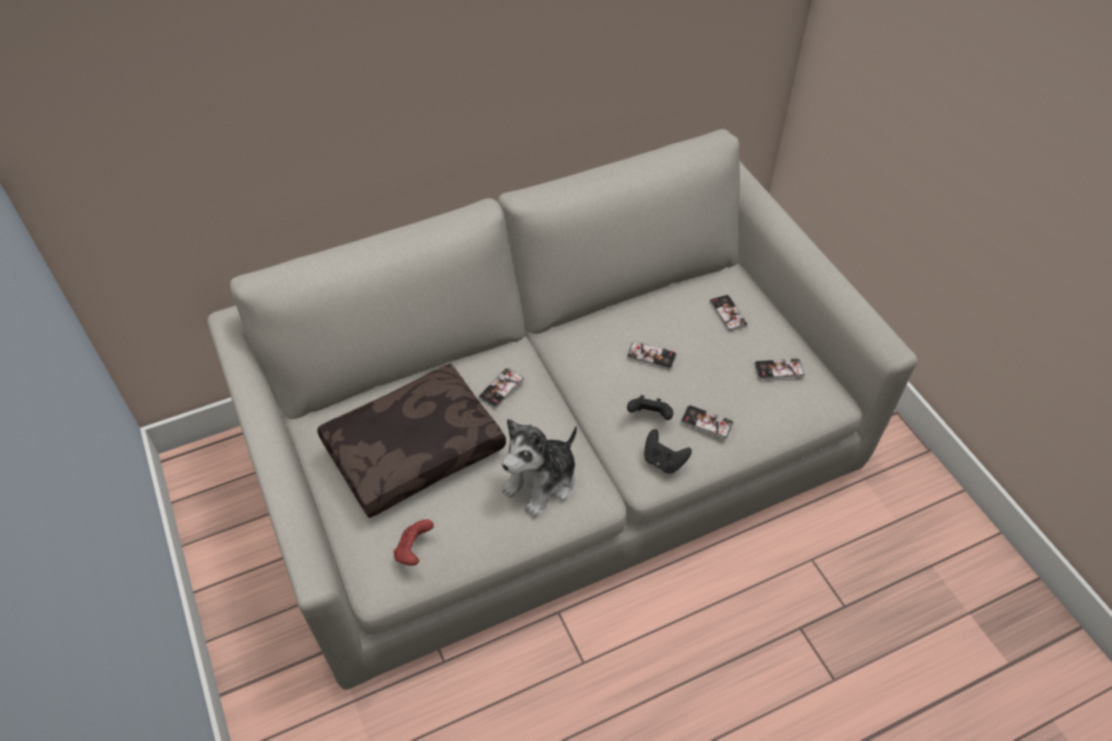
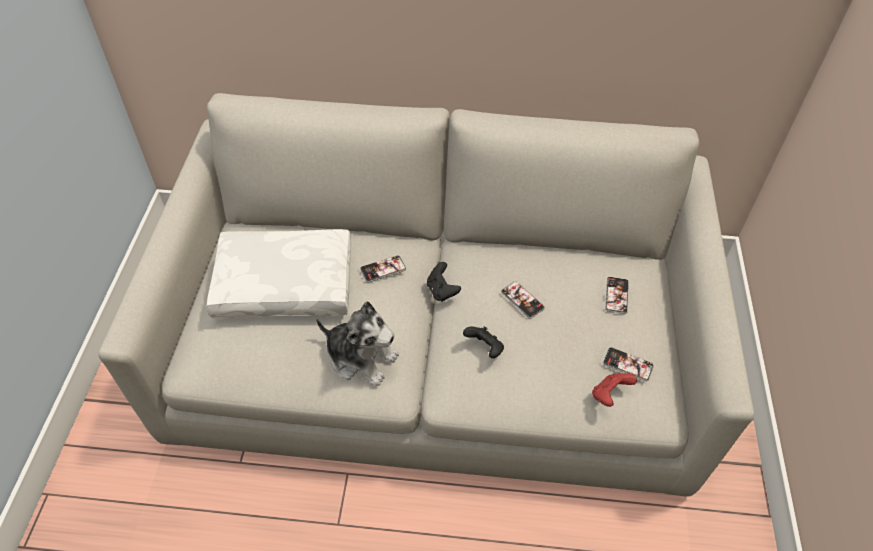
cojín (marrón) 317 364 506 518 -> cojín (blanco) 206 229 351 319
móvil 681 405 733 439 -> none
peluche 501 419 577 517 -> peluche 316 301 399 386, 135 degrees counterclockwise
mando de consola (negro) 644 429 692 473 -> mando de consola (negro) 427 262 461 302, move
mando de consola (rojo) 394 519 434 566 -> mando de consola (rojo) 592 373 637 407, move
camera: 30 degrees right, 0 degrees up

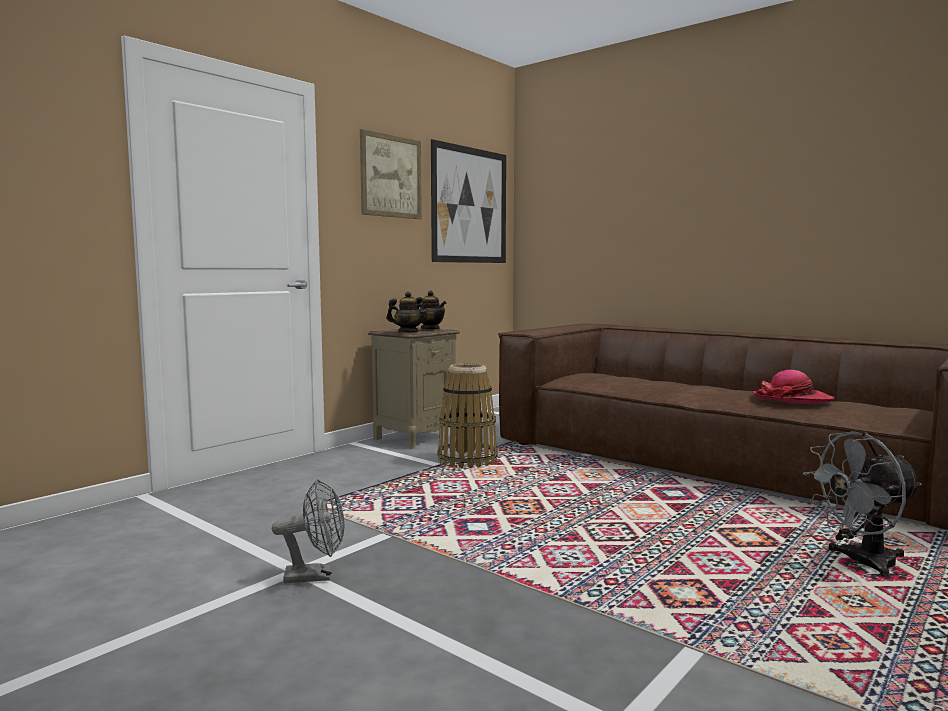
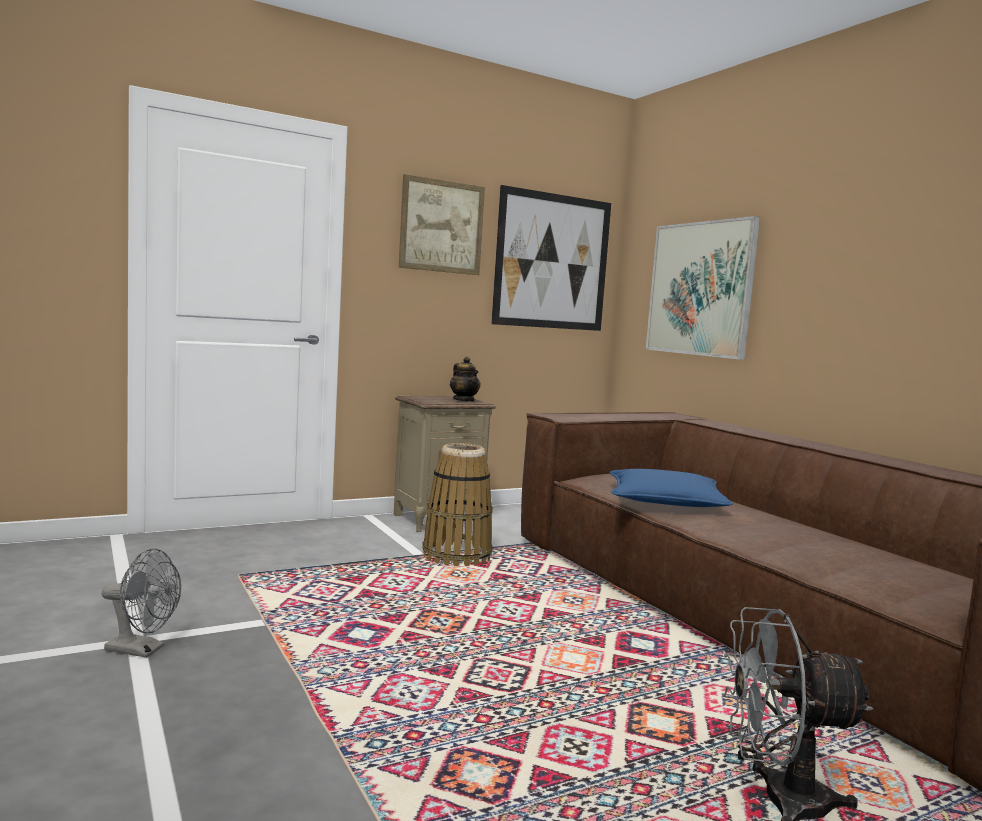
tetera 387 292 429 332 -> none
sombrero 752 370 835 404 -> none
none -> cuadro 646 216 760 360
none -> cojín (azul) 610 469 733 507
camera: 20 degrees right, 0 degrees up

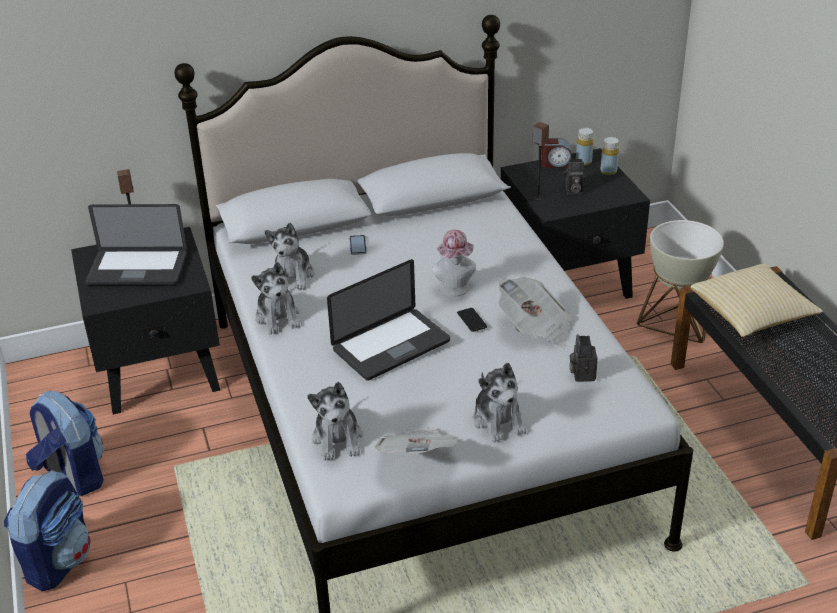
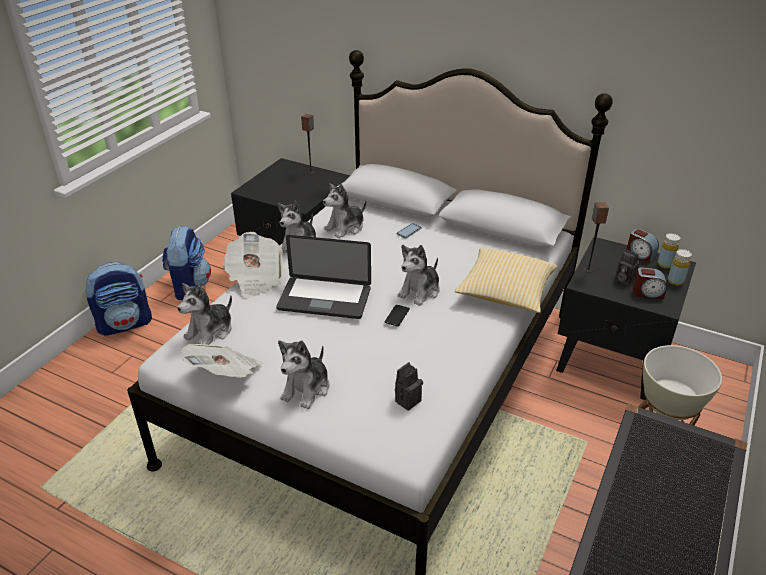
portátil 85 204 187 285 -> none
sombrero 432 230 476 297 -> peluche 398 245 440 306
cojín 690 263 823 337 -> cojín 455 248 558 313, move
periódico 499 277 571 346 -> periódico 223 232 283 298, move
none -> despertador 633 268 667 300
camera: 45 degrees right, 0 degrees up

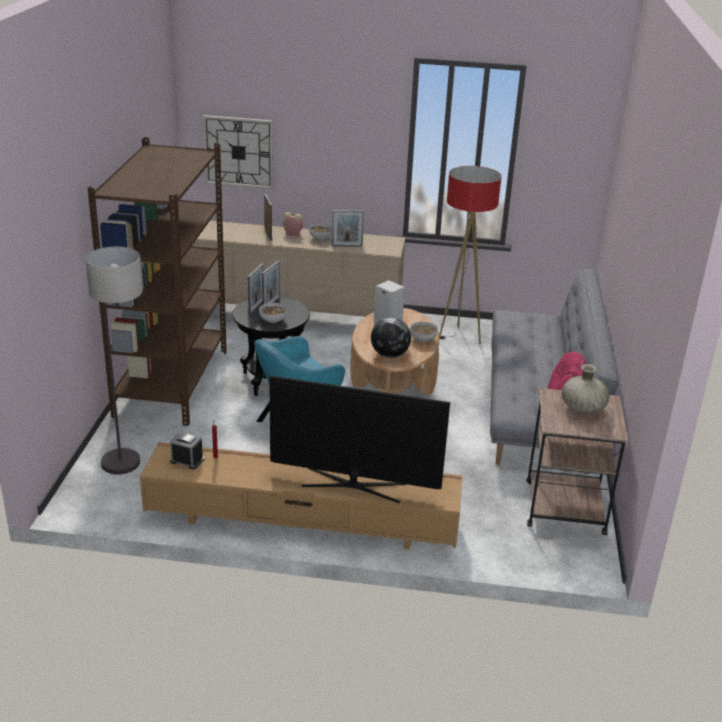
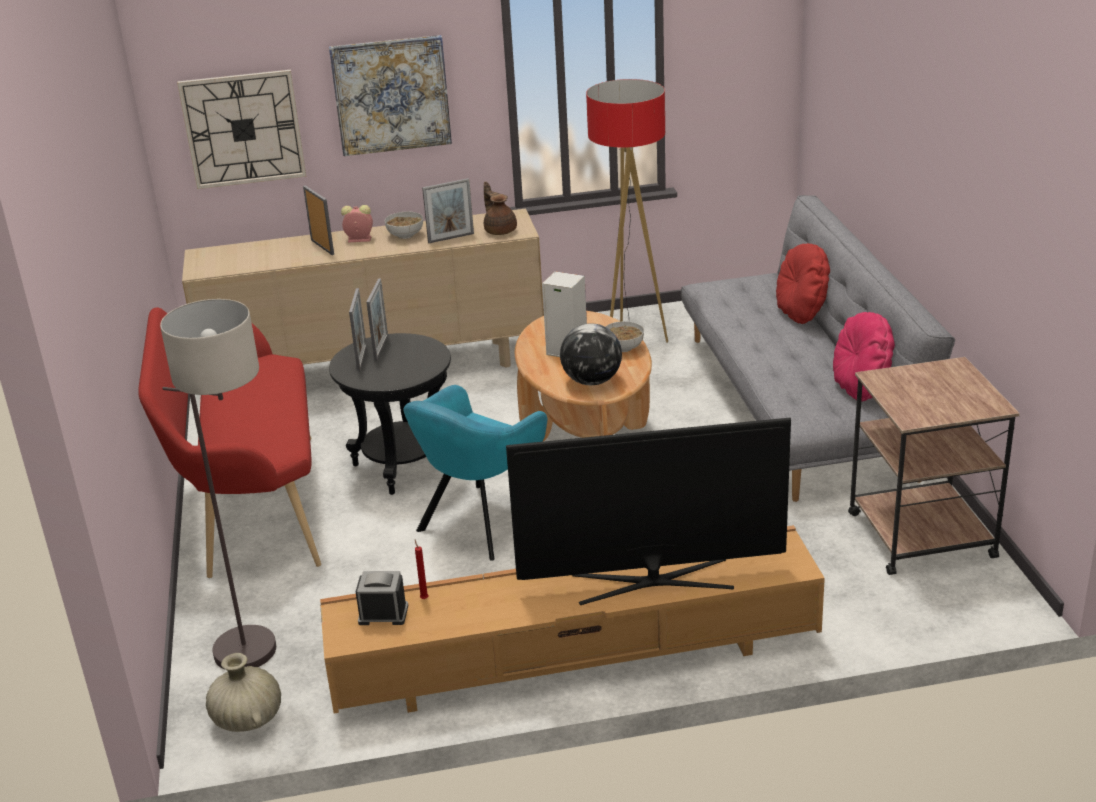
estantería (marrón) 88 137 227 426 -> banco (rojo) 138 307 321 578
cuenco 259 303 287 323 -> none
florero (beis) 562 364 609 414 -> florero (beis) 206 653 281 732, move
none -> cuadro 329 35 452 156
none -> tetera (marrón) 484 182 517 235
none -> cojín (rojo) 776 243 830 324
camera: 15 degrees left, 0 degrees up

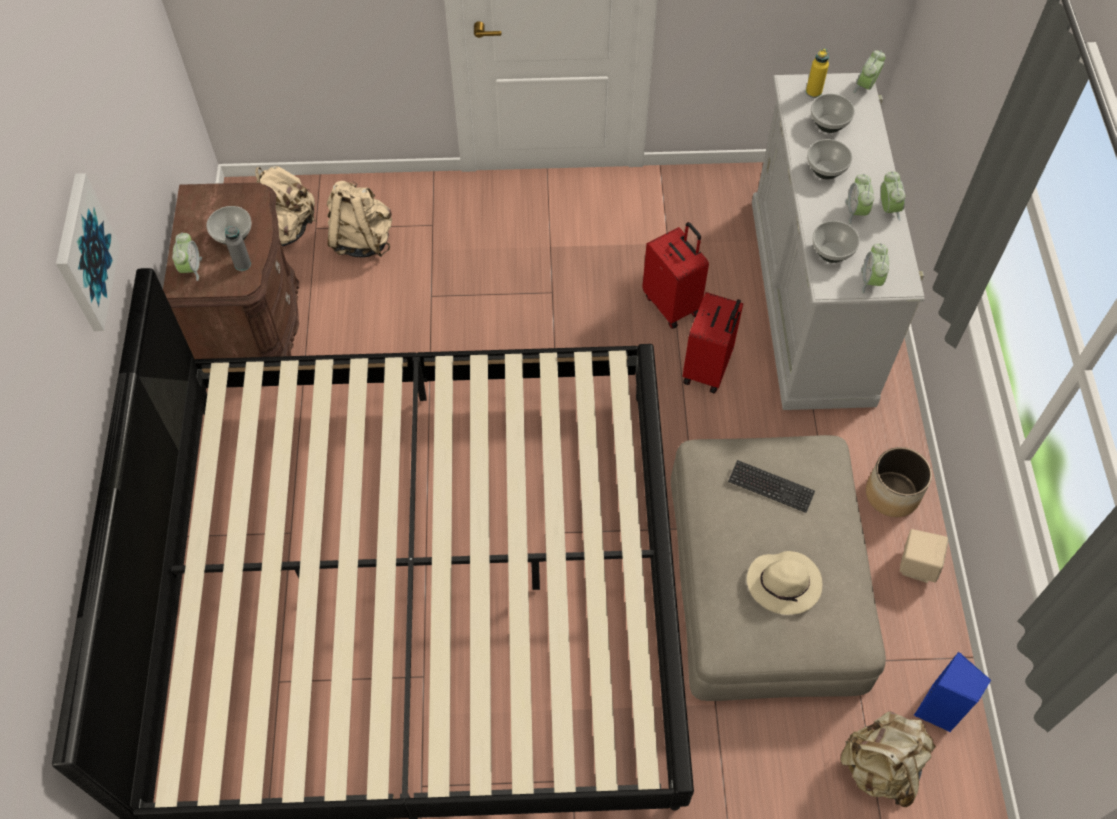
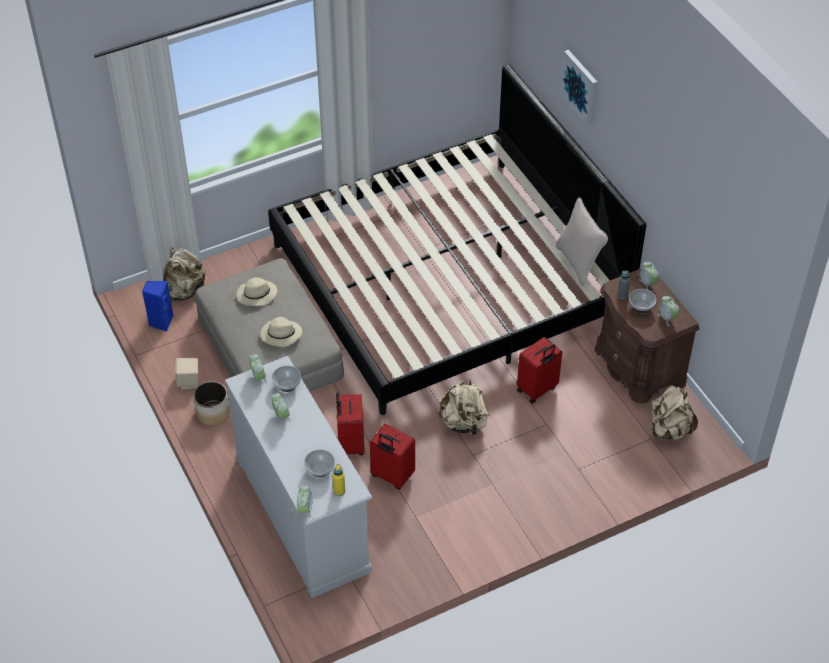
cuenco 807 139 852 179 -> none
despertador 881 171 905 221 -> despertador 658 296 679 326, move
cuadro 56 173 120 331 -> cuadro 560 50 597 126, move
mochila (beis) 327 181 392 258 -> mochila (beis) 438 378 489 436, move
teclado 728 460 815 513 -> sombrero (beis) 260 317 302 347
none -> cojín (beis) 555 197 608 286
none -> maleta (rojo) 517 337 562 404
camera: 155 degrees right, 10 degrees down

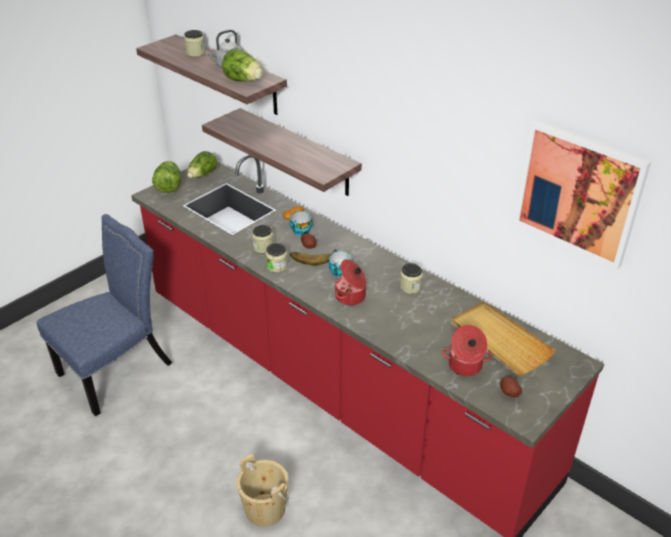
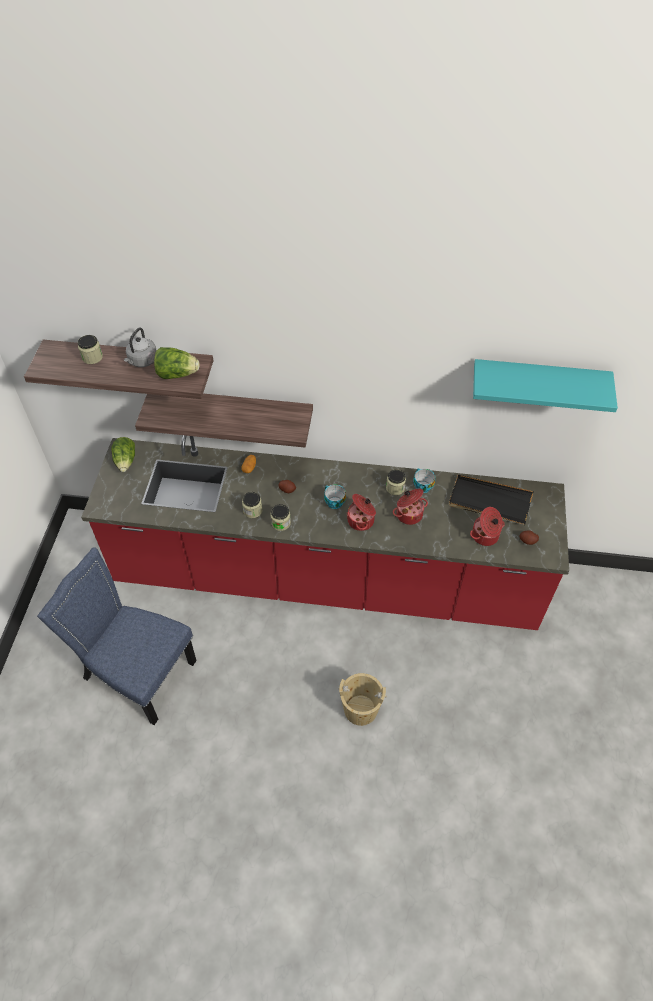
cuadro 514 120 651 270 -> estante (turquesa) 473 359 618 412
lechuga 152 161 181 193 -> none
taza 290 211 313 236 -> taza 413 468 435 493, move
silla (azul) 37 214 173 416 -> silla (azul) 37 547 196 725, 75 degrees counterclockwise
plátano 290 249 337 265 -> none
bandeja (beis) 451 301 556 376 -> bandeja (negro) 449 475 534 525
none -> olla 393 488 428 525
camera: 35 degrees left, 15 degrees up

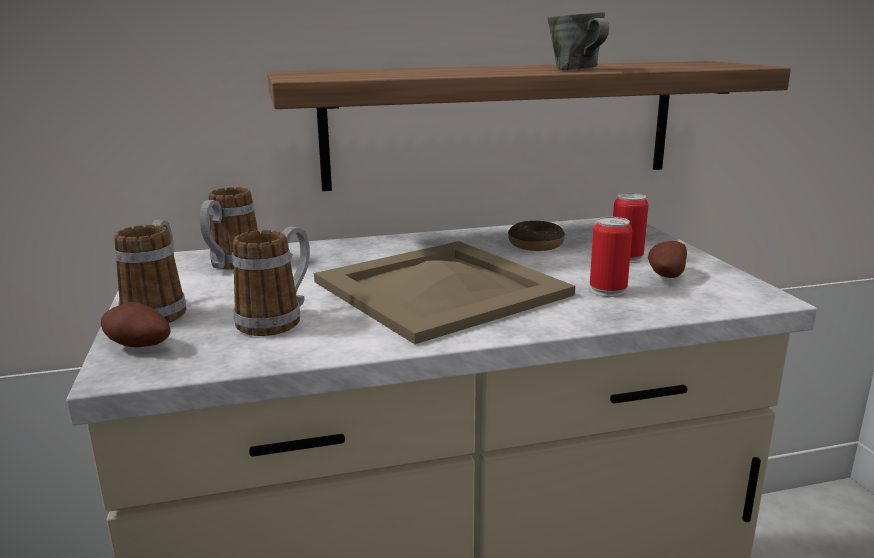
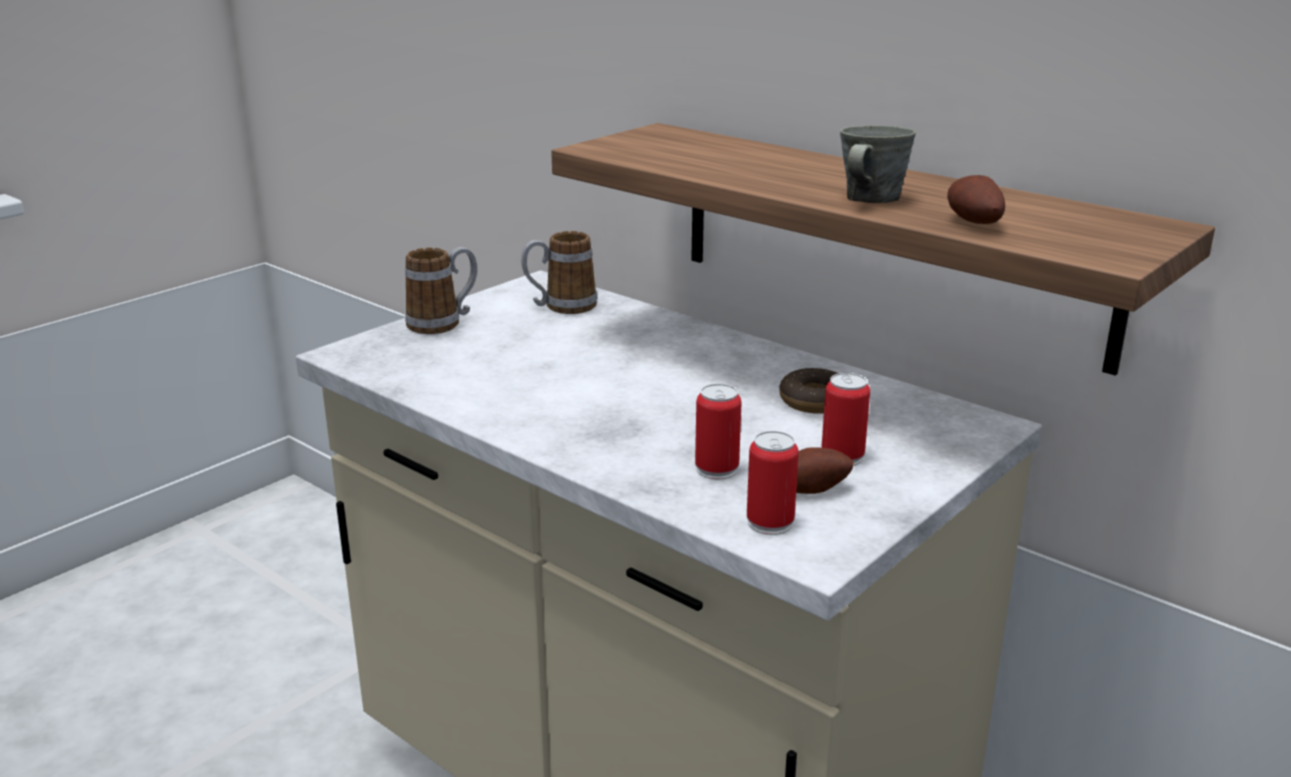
taza grande 232 226 310 336 -> none
bandeja (beis) 314 241 575 344 -> none
patata 101 302 171 347 -> patata 947 175 1005 224, move
none -> lata 747 431 799 535
camera: 55 degrees right, 5 degrees up

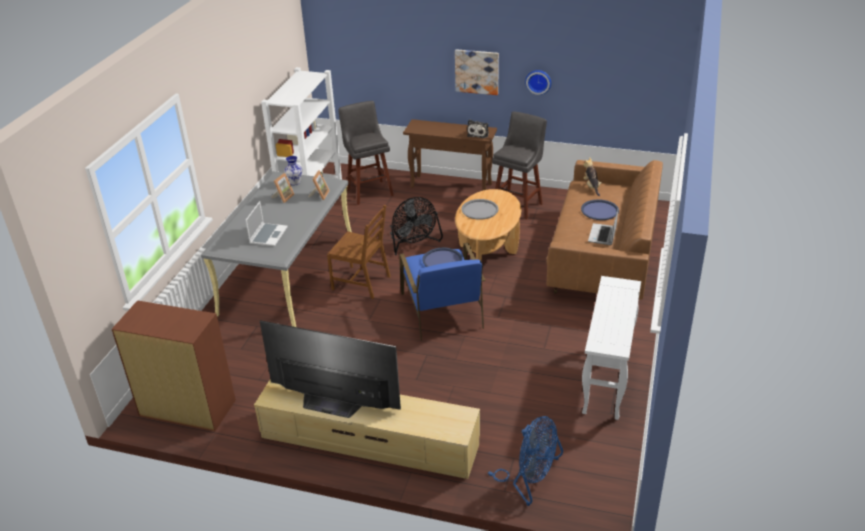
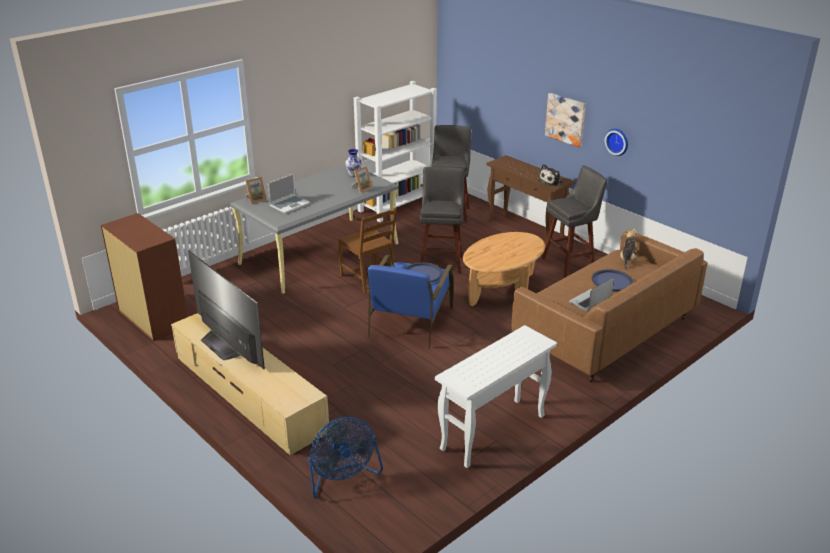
portarretratos 272 173 295 203 -> portarretratos 245 177 267 204, move
ventilador (negro) 390 197 443 255 -> taburete (gris) 420 167 465 274
bandeja (gris) 462 199 499 220 -> none
camera: 30 degrees right, 5 degrees down

